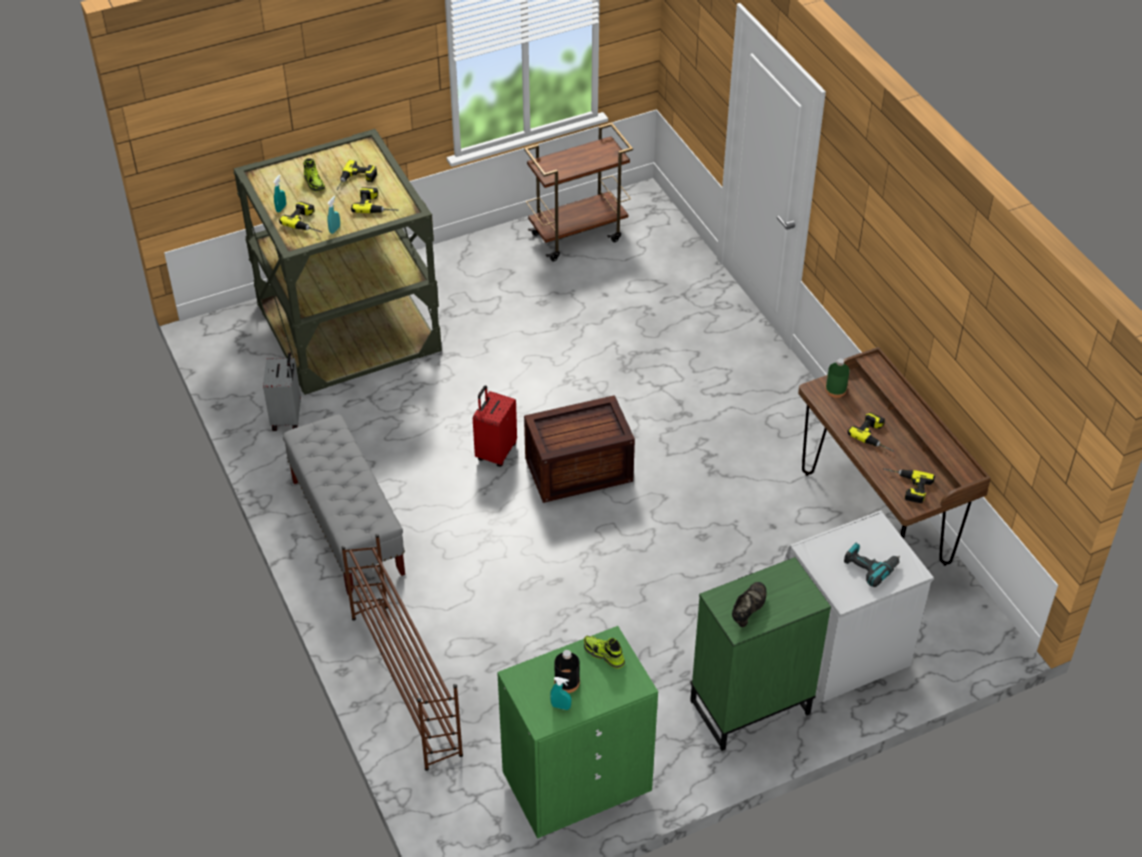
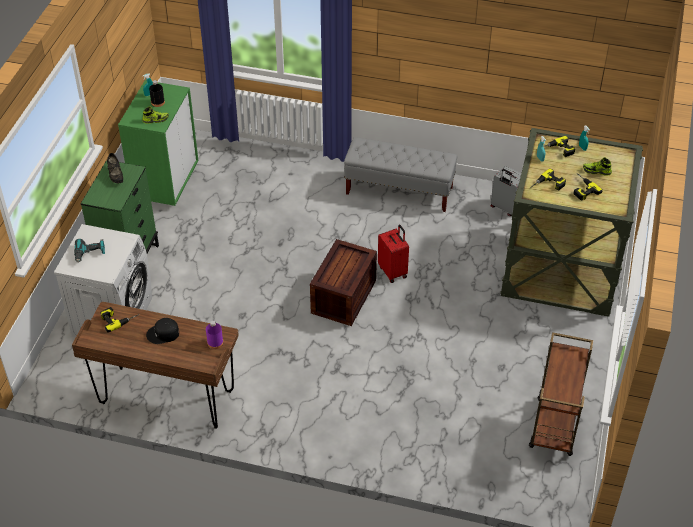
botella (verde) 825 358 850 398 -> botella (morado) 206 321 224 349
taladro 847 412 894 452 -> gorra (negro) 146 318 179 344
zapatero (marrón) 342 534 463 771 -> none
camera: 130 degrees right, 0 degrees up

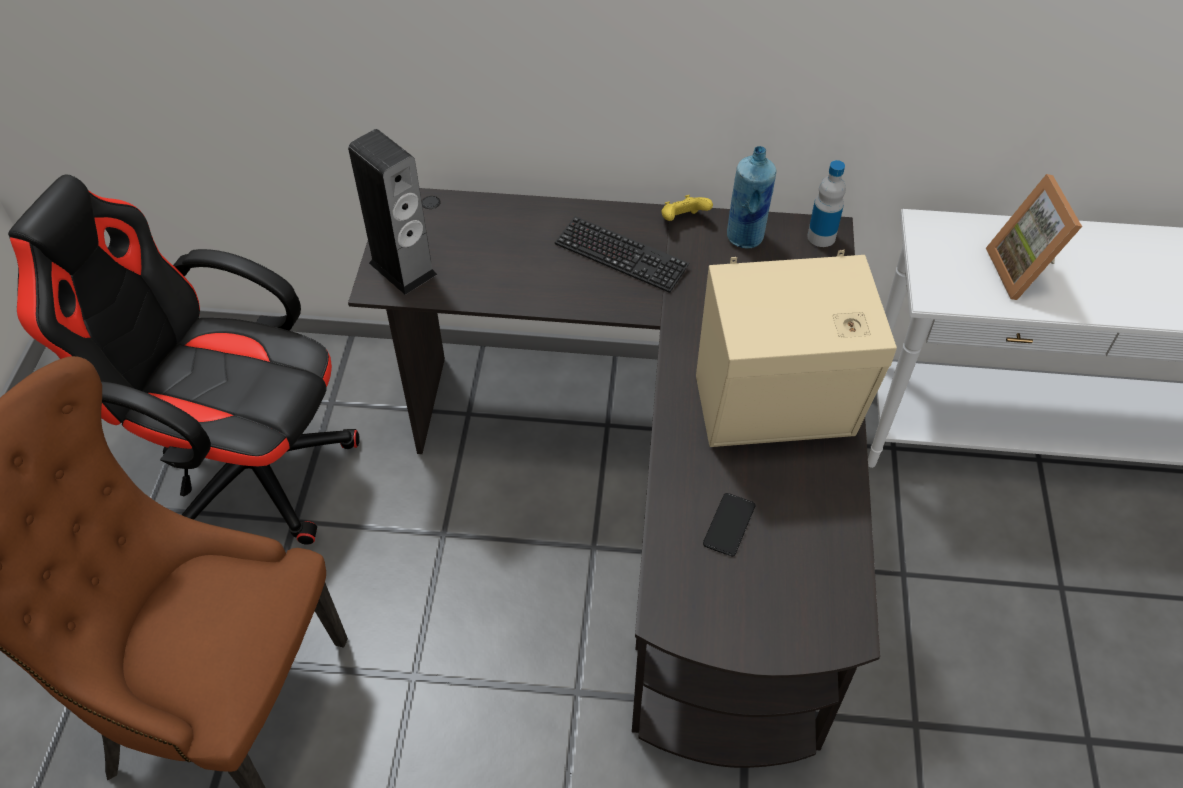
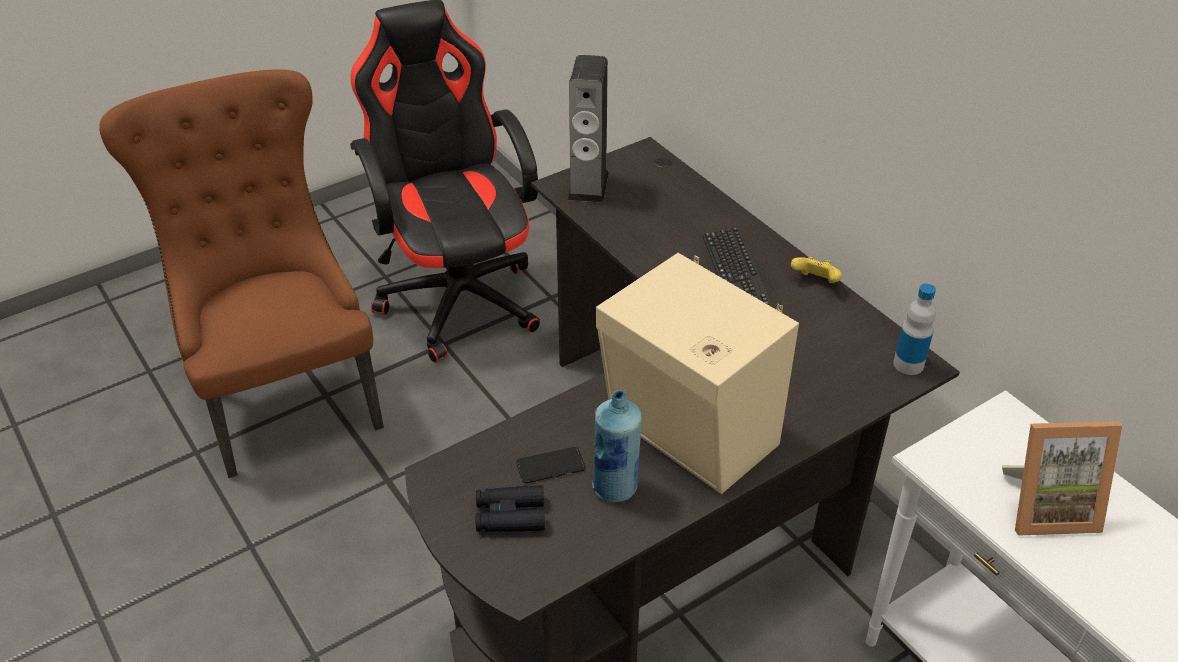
botella (azul) 727 146 776 248 -> botella (azul) 592 390 642 502, move
portarretratos 986 174 1082 300 -> portarretratos 1002 421 1122 536, 135 degrees counterclockwise
none -> prismáticos (negro) 475 485 545 532
camera: 50 degrees right, 10 degrees down

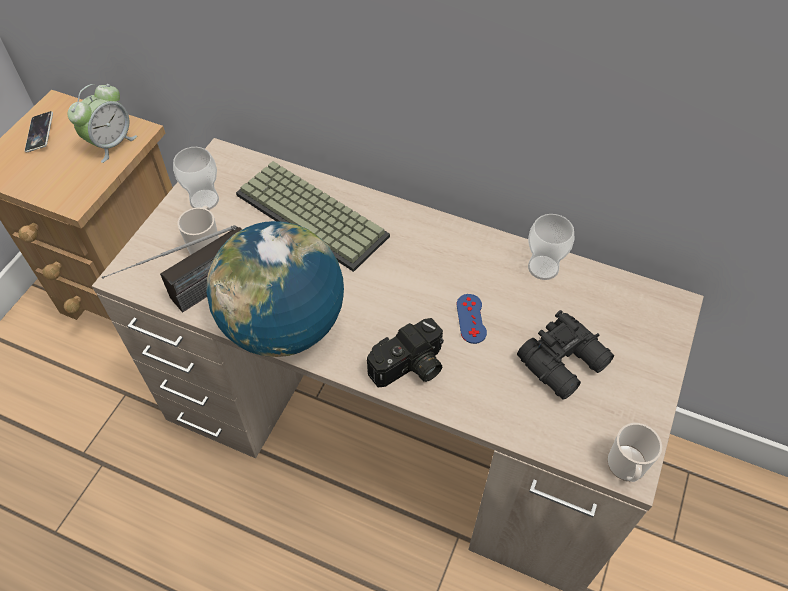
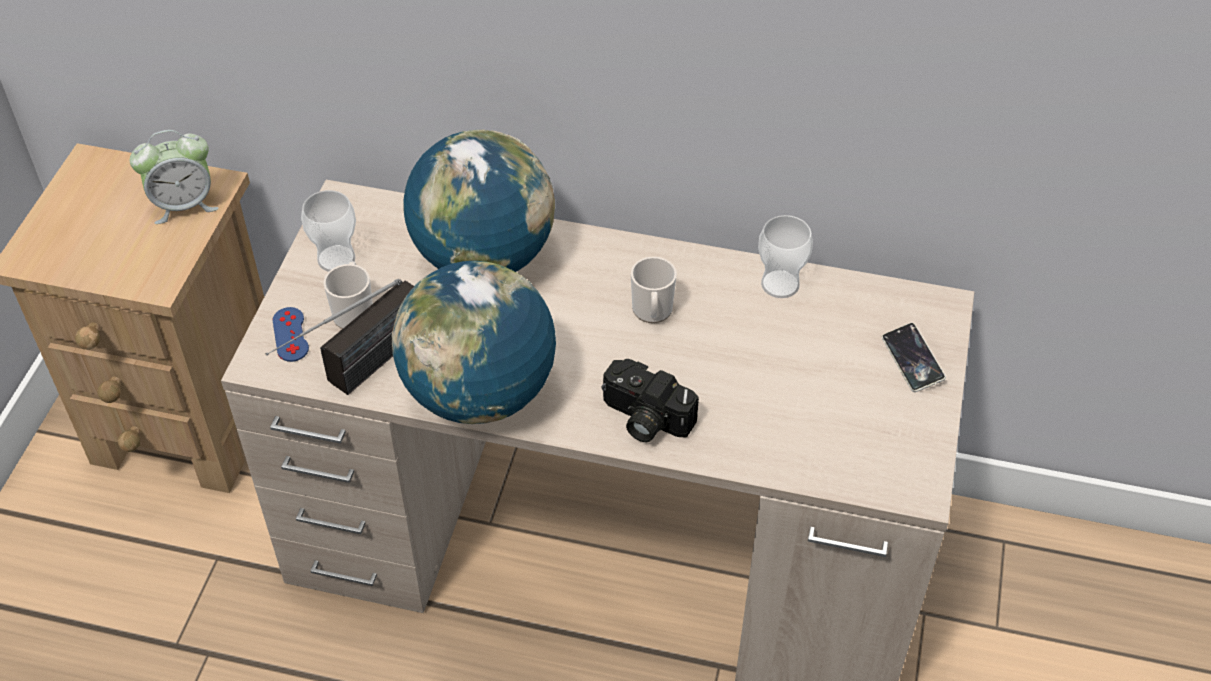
despertador 68 84 137 163 -> despertador 130 130 219 224, 45 degrees clockwise
móvil 25 111 53 153 -> móvil 882 323 946 392, move
teclado 236 161 390 272 -> globo terráqueo 404 130 555 272
mando de consola (azul) 457 294 487 344 -> mando de consola (azul) 273 307 309 362, move
prismáticos (negro) 517 310 614 400 -> none
cámara 367 318 444 387 -> cámara 601 359 699 442, 75 degrees clockwise
taza grande 607 423 662 482 -> taza grande 631 257 677 323, move
camera: 10 degrees left, 5 degrees down

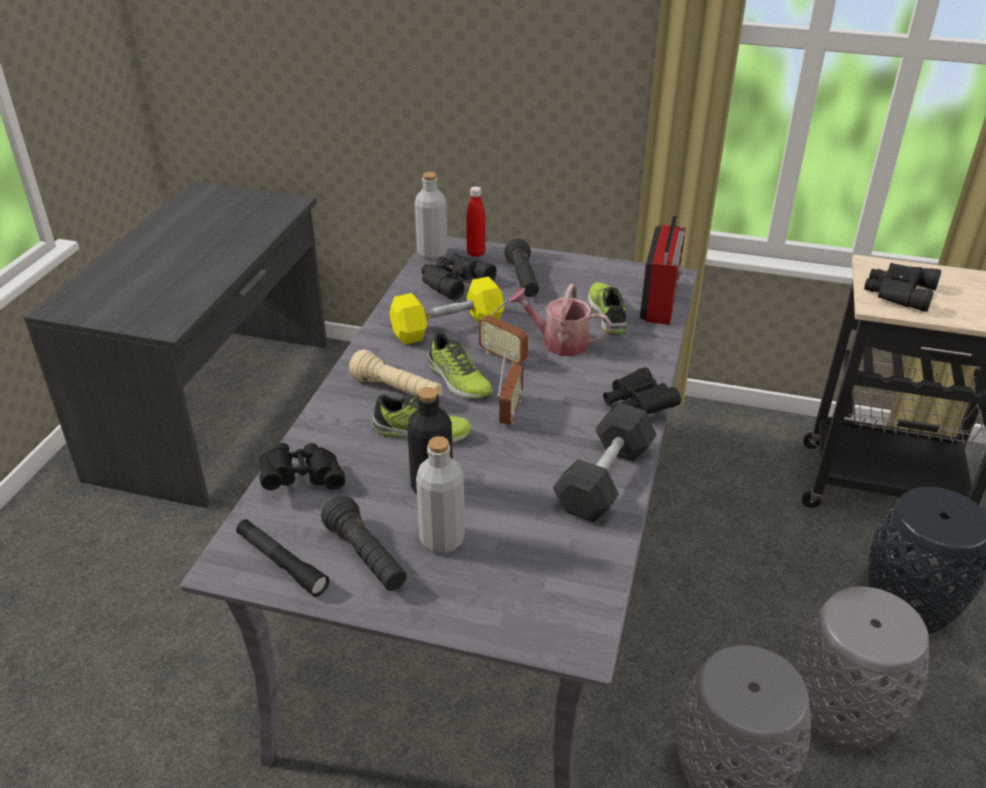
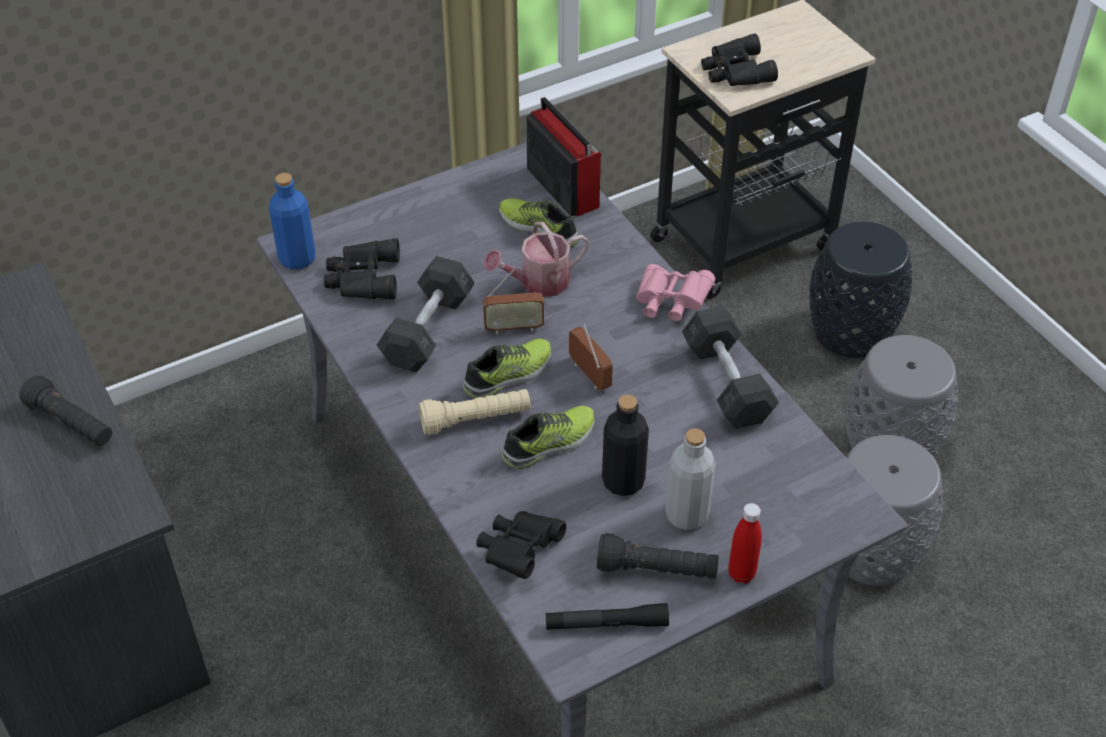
botella (gris) 415 172 448 260 -> botella (azul) 269 173 315 269
botella (rojo) 467 186 486 257 -> botella (rojo) 728 503 762 583, move
linterna (negro) 504 239 539 297 -> linterna (negro) 19 376 112 446, move
mancuerna (amarillo) 389 276 505 345 -> mancuerna (gris) 377 256 475 373
zapato 427 332 493 398 -> zapato 463 339 551 398, 45 degrees counterclockwise
prismáticos (negro) 603 367 681 414 -> prismáticos (rosa) 636 264 715 321
camera: 45 degrees left, 10 degrees up

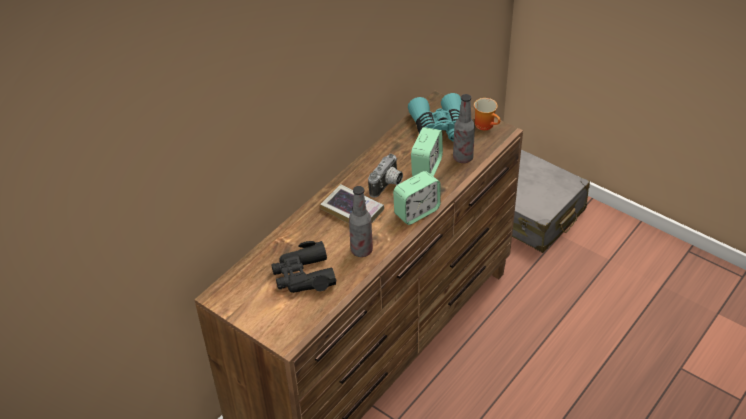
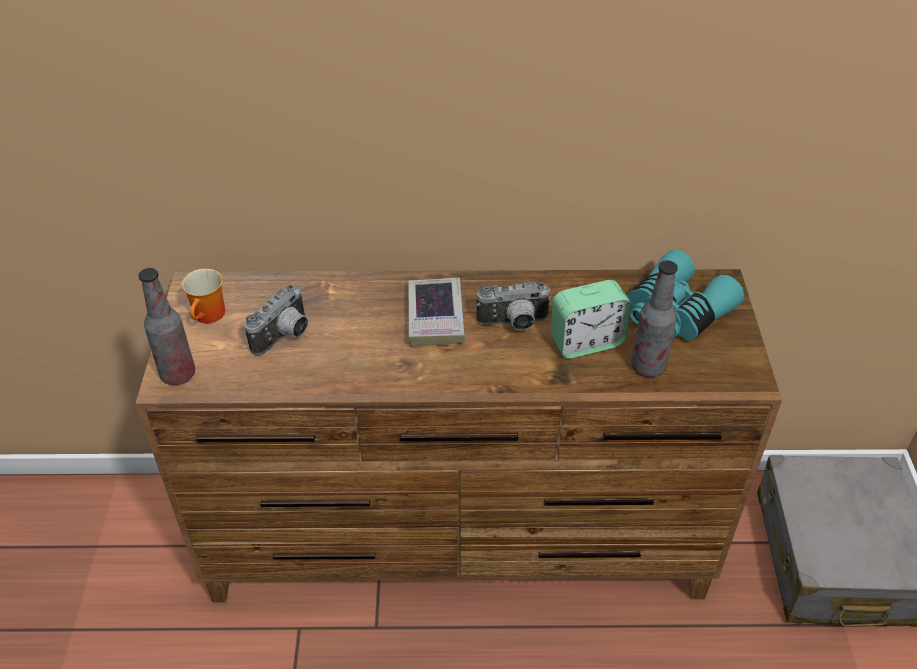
taza grande 474 98 500 130 -> taza grande 181 268 225 323, move
despertador 393 171 441 225 -> none
botella 349 186 373 257 -> botella 139 268 195 385, move
prismáticos (negro) 271 241 336 293 -> cámara 244 285 308 355
camera: 50 degrees right, 0 degrees up

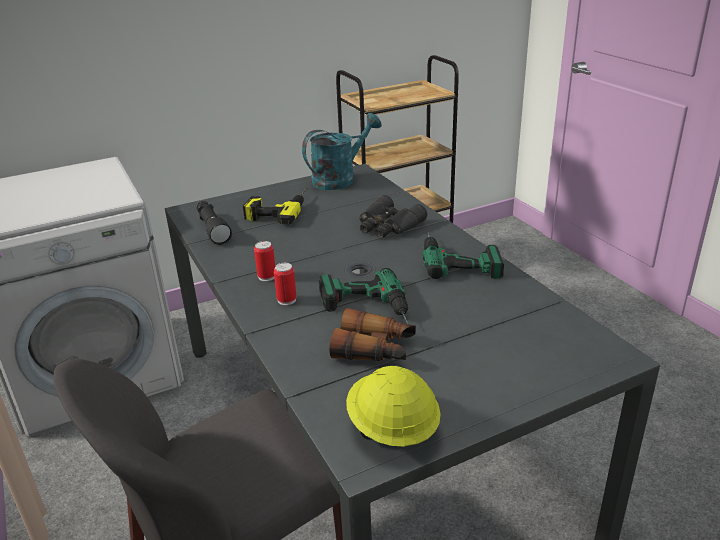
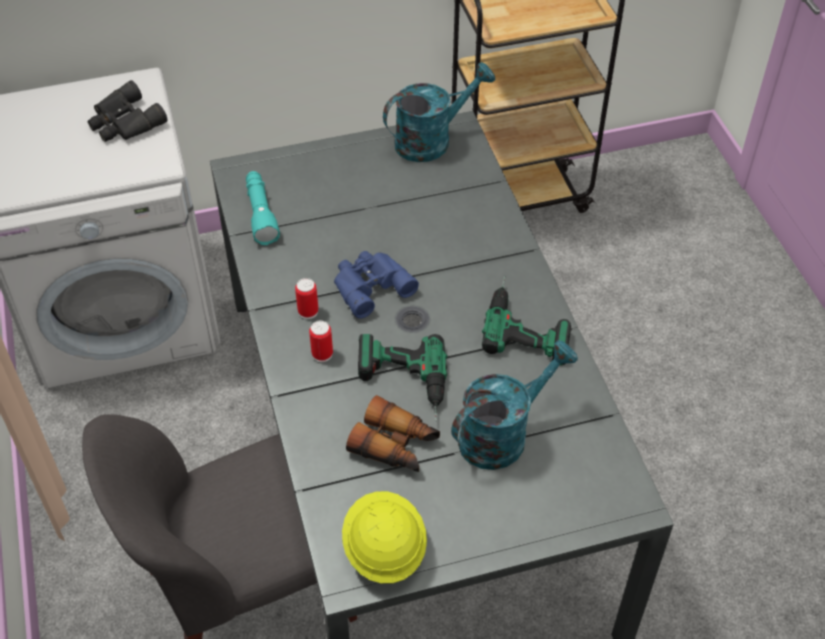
taladro 243 188 307 225 -> none
prismáticos (negro) 359 195 427 238 -> prismáticos (negro) 87 80 167 142, move
linterna (negro) 197 201 232 245 -> linterna (turquesa) 246 171 280 245
none -> prismáticos (azul) 334 251 419 318
none -> regadera (turquesa) 451 340 578 470
camera: 10 degrees right, 20 degrees up

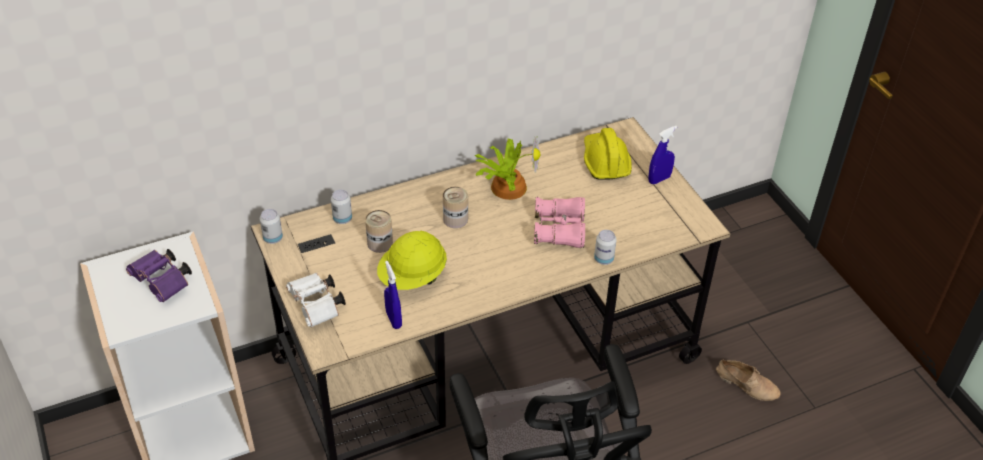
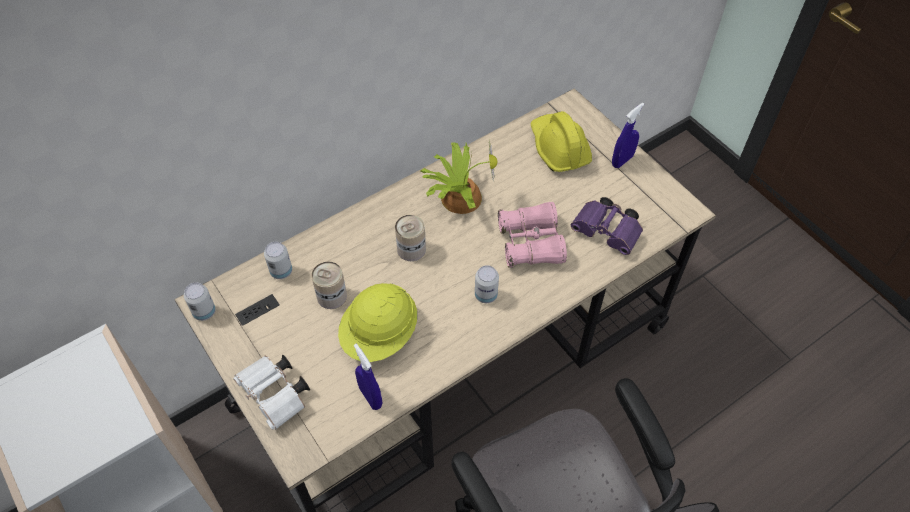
lata 594 230 617 265 -> lata 475 265 499 303, move
prismáticos (morado) 126 249 192 302 -> prismáticos (morado) 571 197 643 255, move
zapato (beis) 716 359 781 401 -> none
camera: 10 degrees left, 10 degrees up

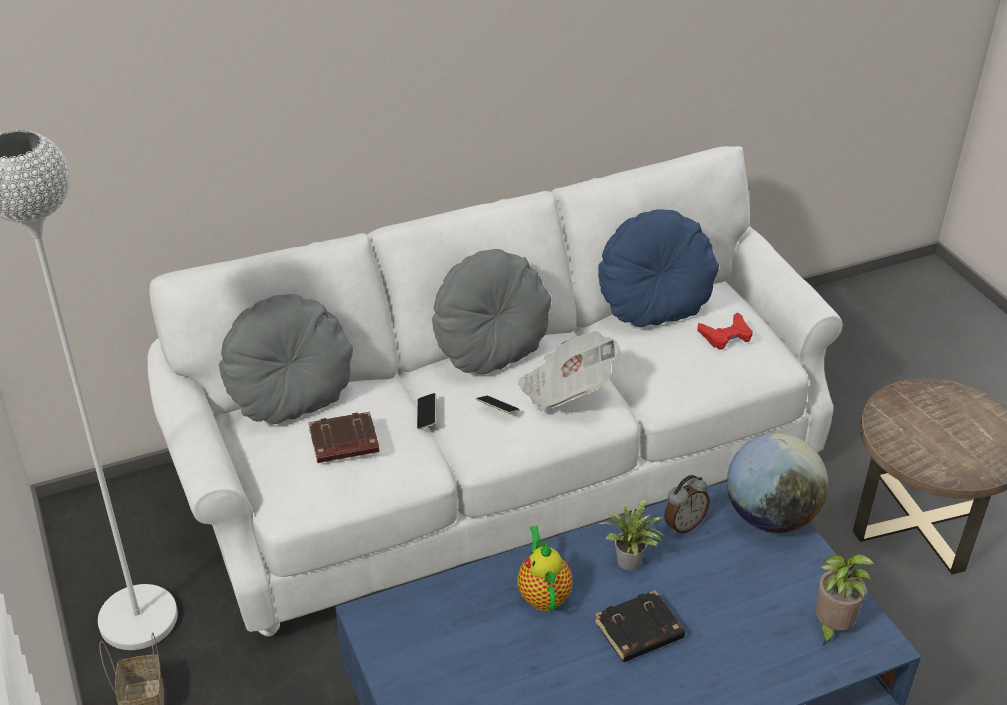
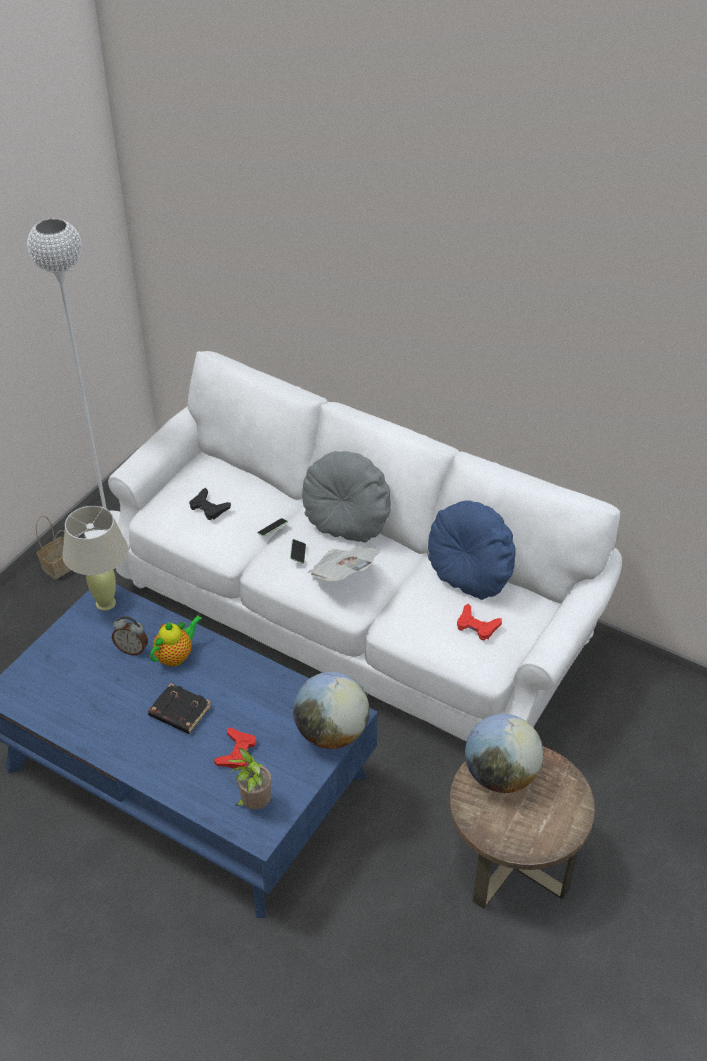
cojín (gris) 219 294 353 424 -> none
libro (marrón) 308 412 380 463 -> mando de consola (negro) 189 488 231 520
despertador 664 475 710 534 -> despertador 112 616 148 655, move
planta en maceta 599 497 666 570 -> none
none -> lámpara de mesa (beis) 63 506 128 611
none -> globo terráqueo 465 714 543 793
none -> mando de consola (rojo) 214 728 256 768
camera: 55 degrees right, 5 degrees up

